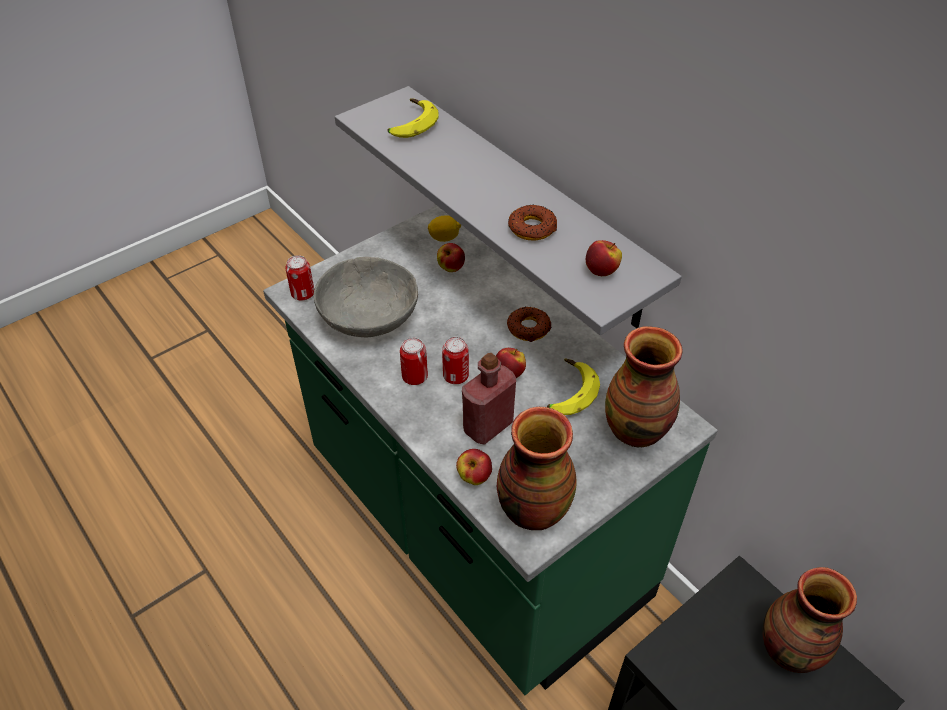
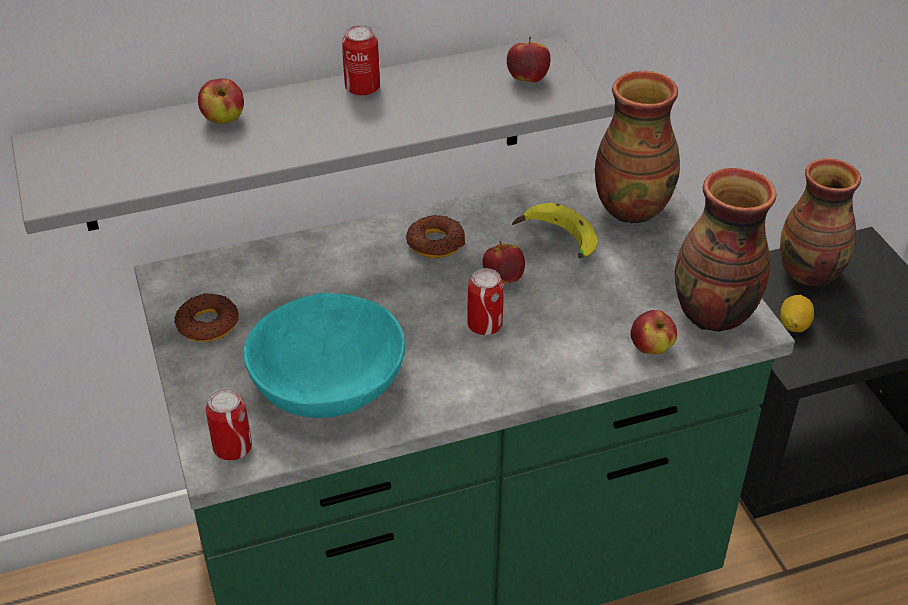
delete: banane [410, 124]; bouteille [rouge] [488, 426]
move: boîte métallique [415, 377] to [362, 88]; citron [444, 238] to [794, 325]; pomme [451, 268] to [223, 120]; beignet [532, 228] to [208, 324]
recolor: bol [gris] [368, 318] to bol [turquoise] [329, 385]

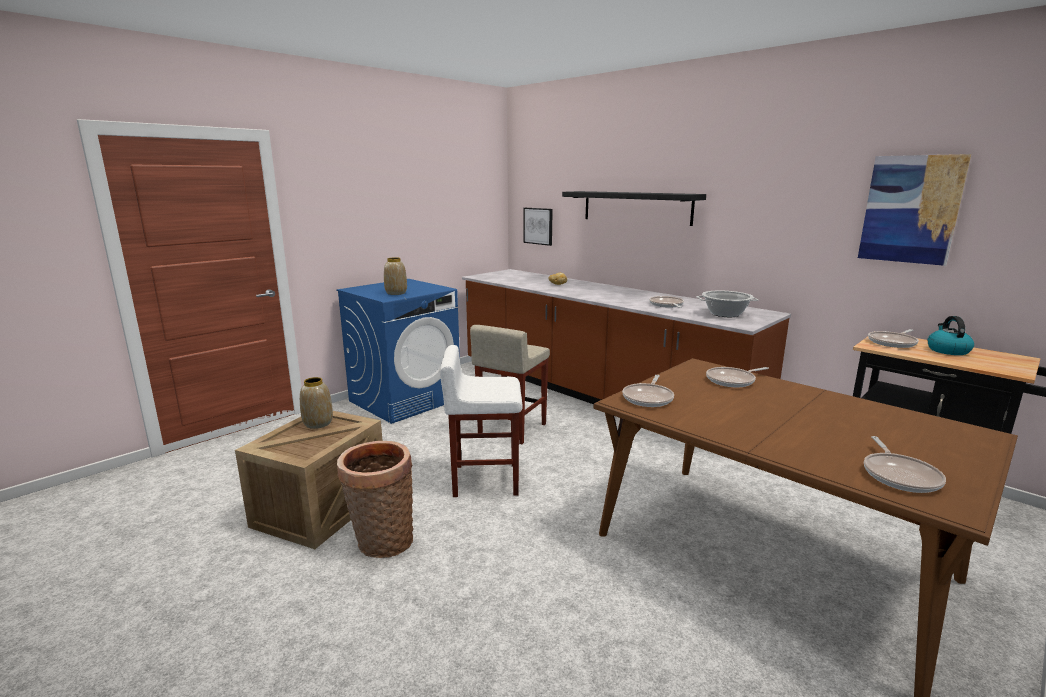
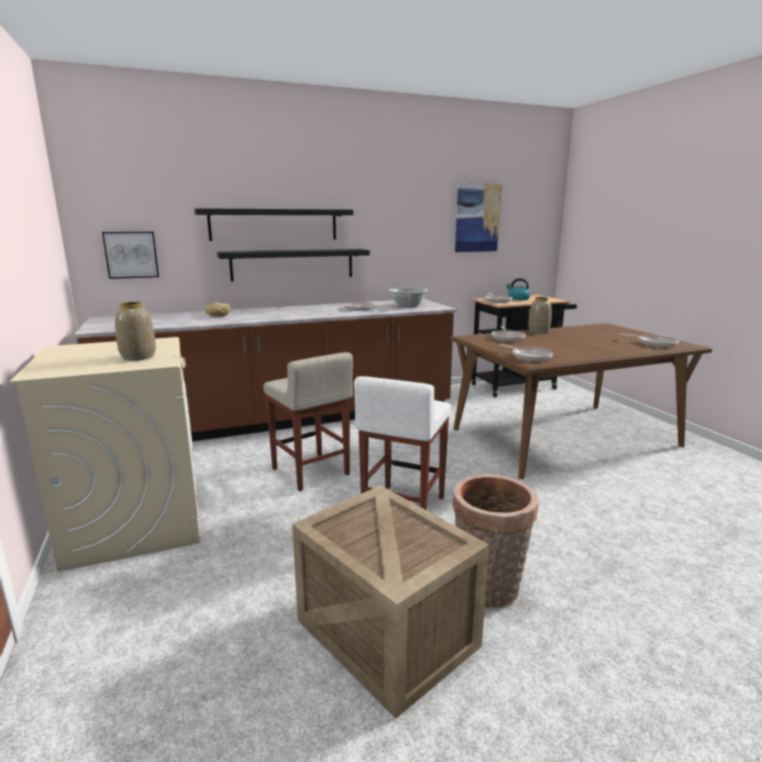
insert: étagère [noir] [293, 264]
move: vase [318, 423] to [538, 331]
recolor: lave-linge [bleu] [405, 400] to lave-linge [beige] [136, 520]

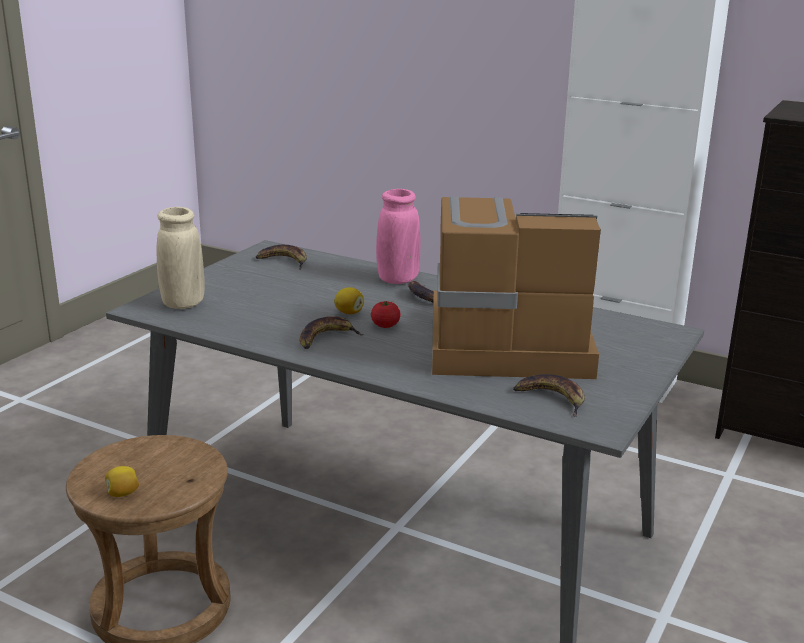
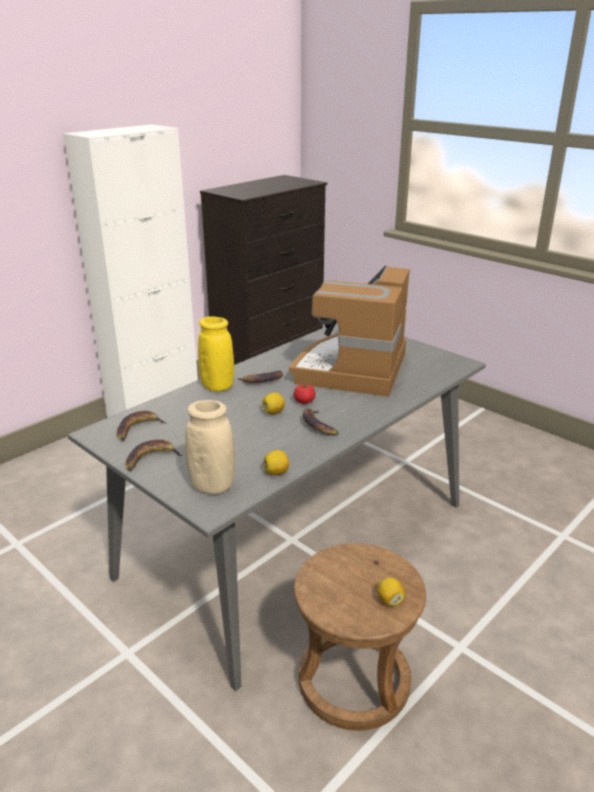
insert: citron [276, 472]
move: banane [552, 398] to [151, 458]
recolor: vase [rose] [398, 279] to vase [jaune] [217, 386]

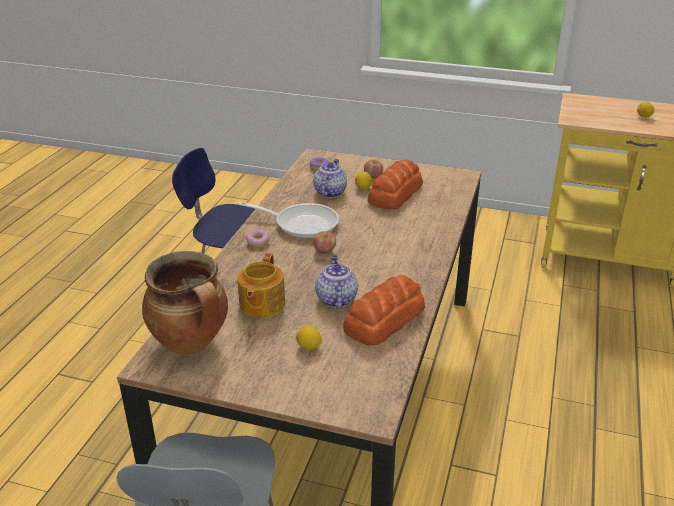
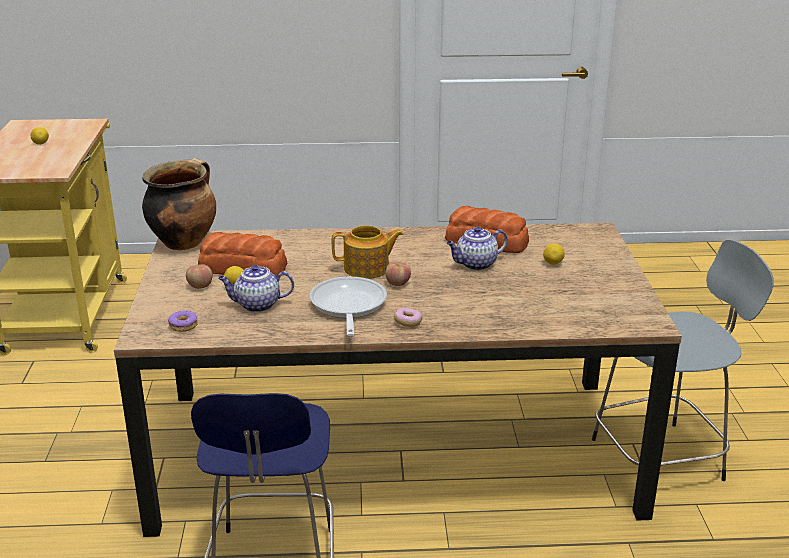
move: marmite [192, 343] to [184, 241]; théière [261, 305] to [367, 268]

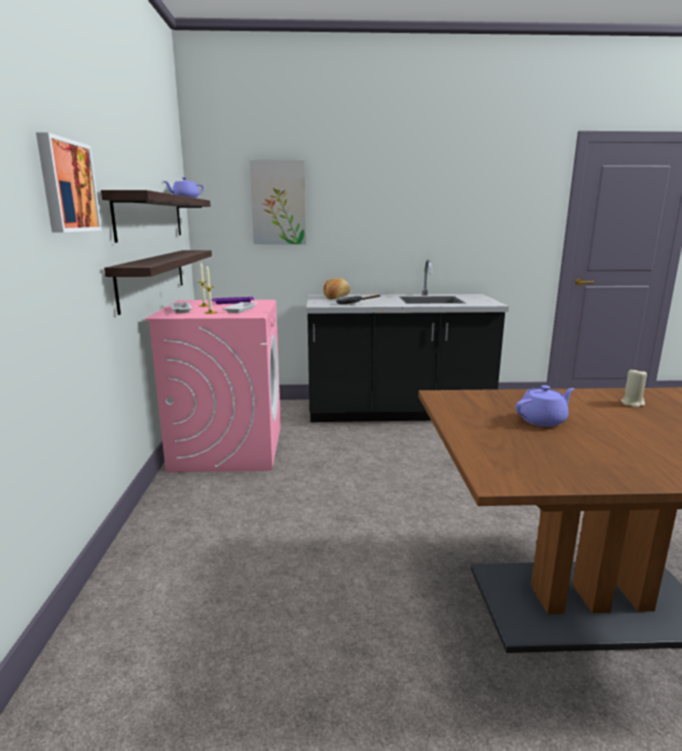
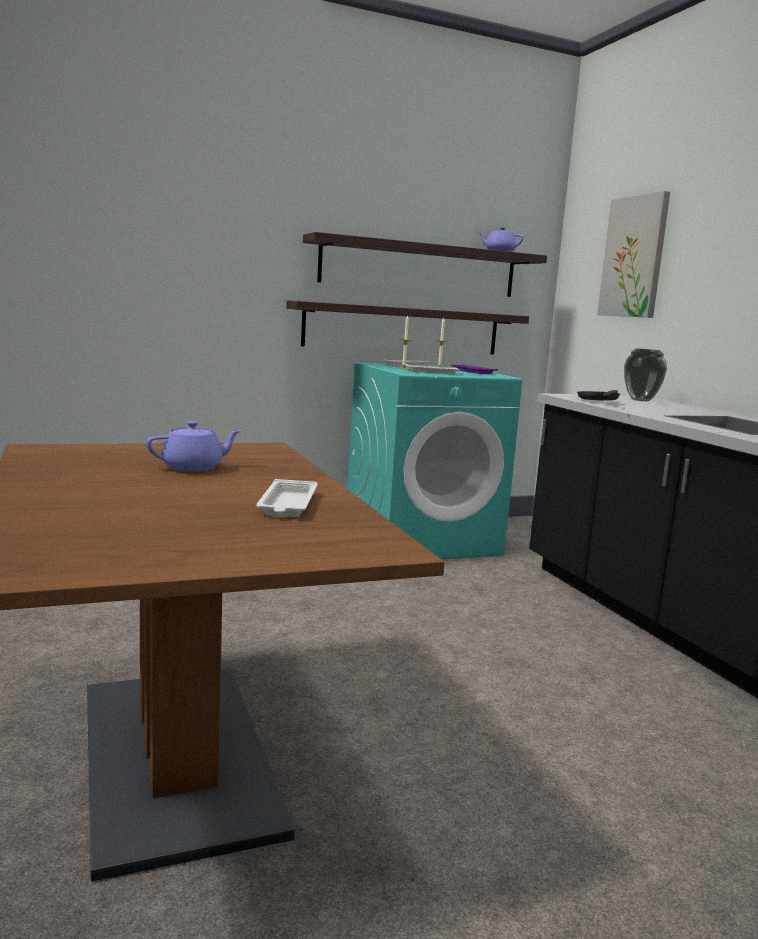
delete: tableau [66, 186]
replace: pain [337, 297] to vase [640, 400]; bougie [beige] [632, 403] to plateau [blanc] [287, 504]
recolor: lave-linge [rose] [228, 447] to lave-linge [turquoise] [422, 540]
rotate: théière [violet] [542, 420] = [194, 467] 75 degrees counterclockwise

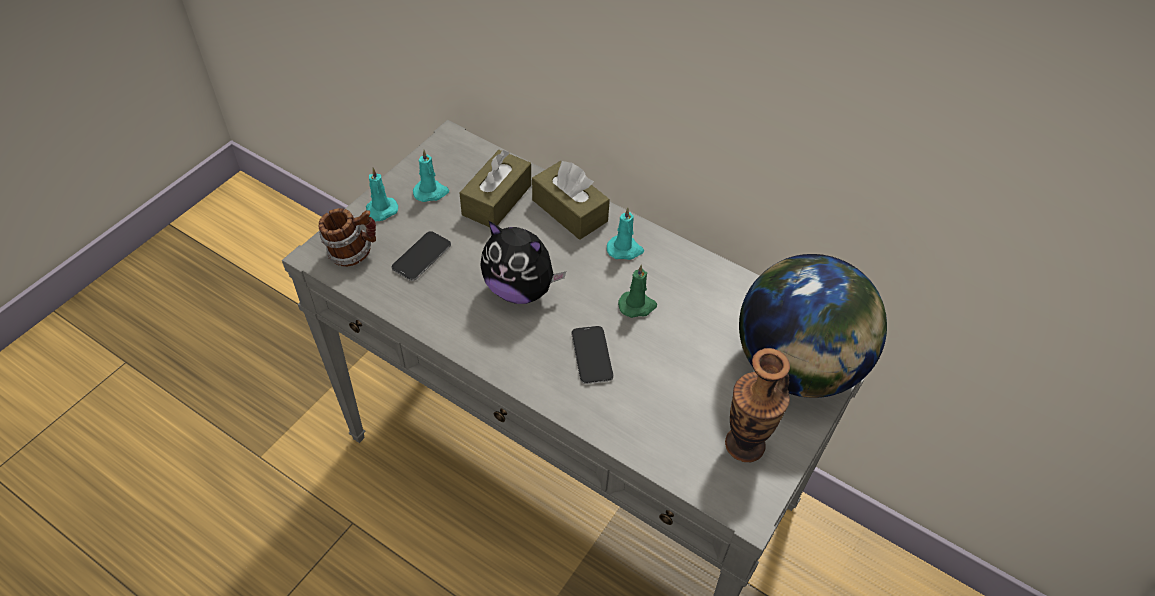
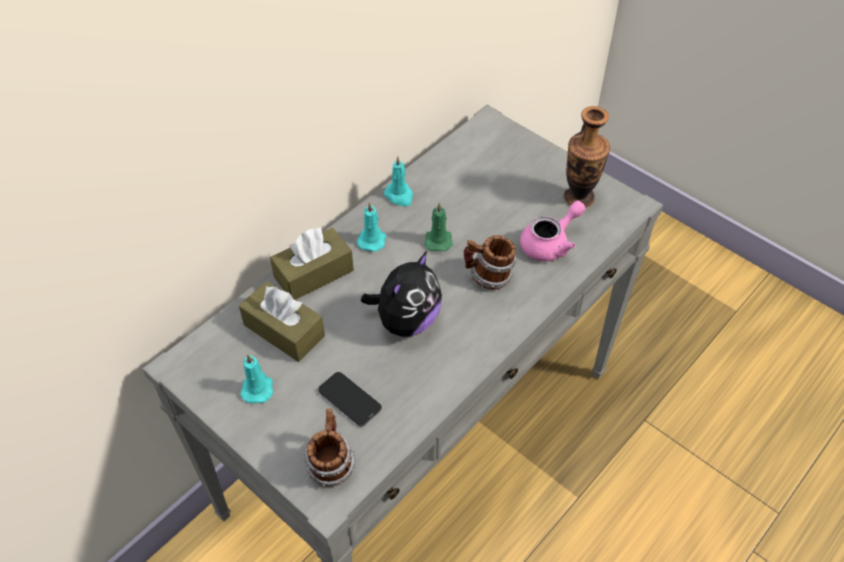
delete: globe [797, 367]
insert: théière [rose] [550, 244]
move: bougie [turquoise] [380, 211] to [399, 196]
replace: téléphone [592, 355] to mug [488, 277]

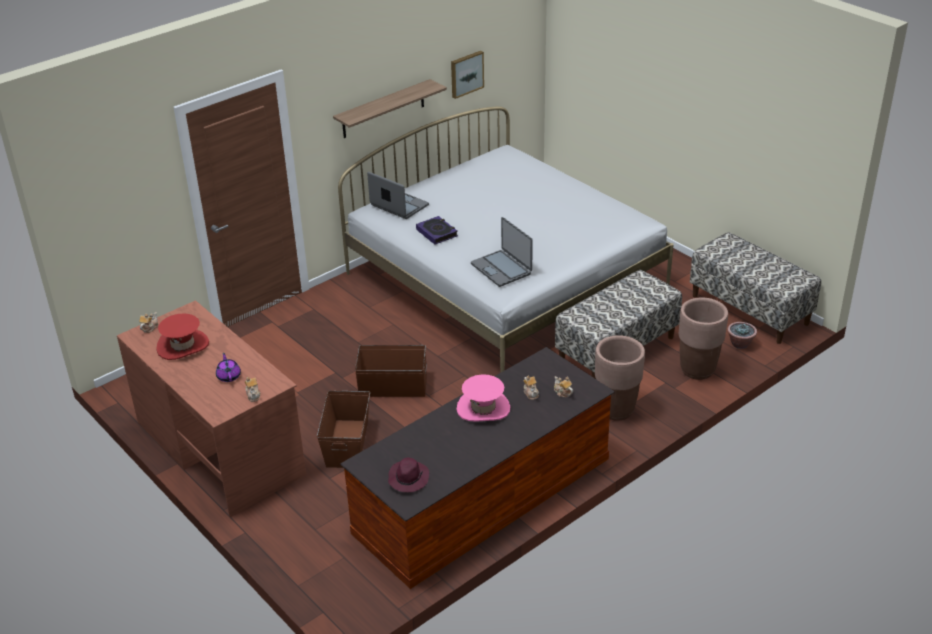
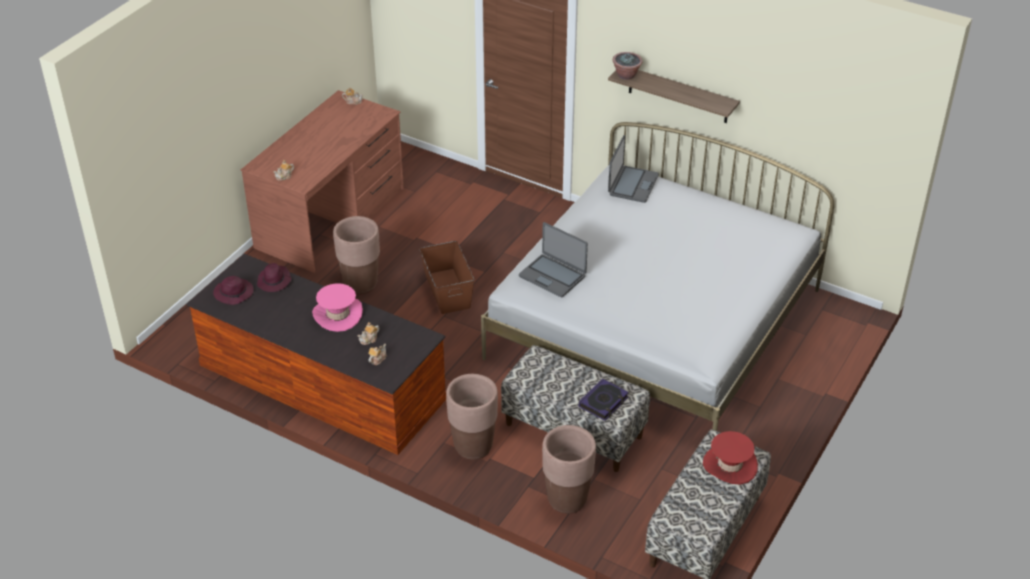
delete: théière [violet] [229, 376]; tableau [466, 73]
insert: chapeau [violet] [274, 281]
move: chapeau [rouge] [183, 346] to [730, 465]; livre [437, 233] to [603, 402]; plante en pot [740, 344] to [626, 75]
replace: boîte de rangement [marron] [347, 443] to cache-pot [marron] [361, 285]
rotate: ordinateur portable [501, 269] = [552, 276] 90 degrees counterclockwise

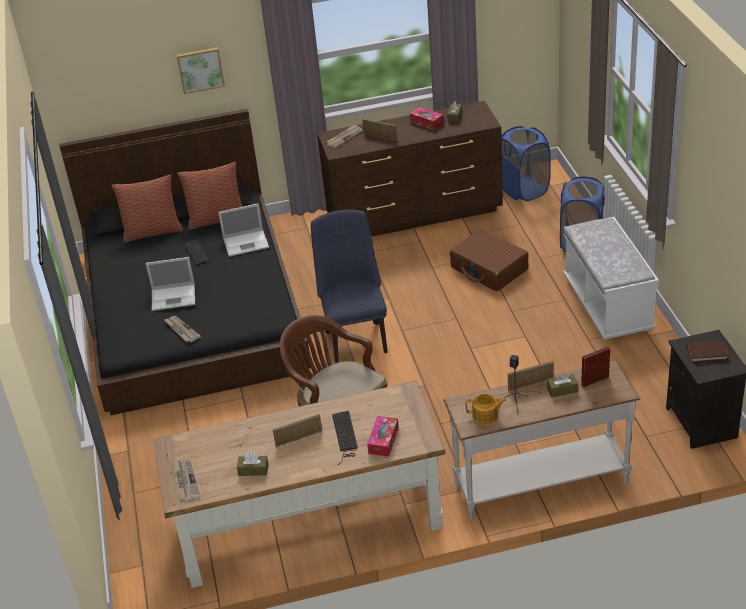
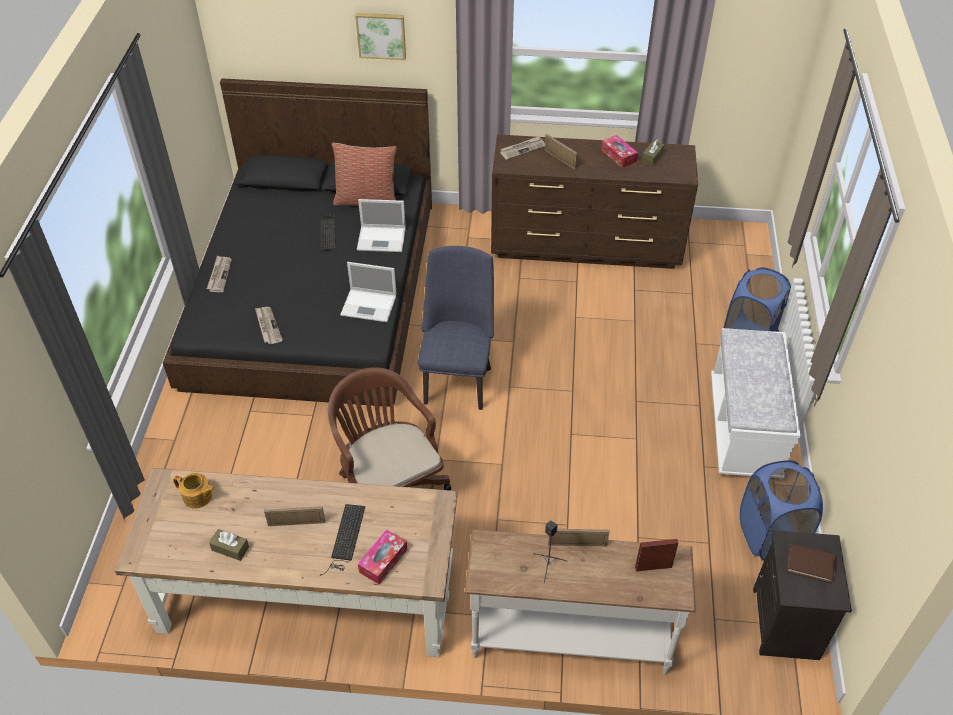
delete: coussin [152, 231]; valise [marron] [489, 269]; boîte à mouchoirs [marron] [562, 390]
move: ordinateur portable [174, 297] to [370, 305]; journal [185, 481] to [219, 275]; théière [485, 416] to [198, 497]; panier à linge [bleu] [524, 190] to [770, 536]

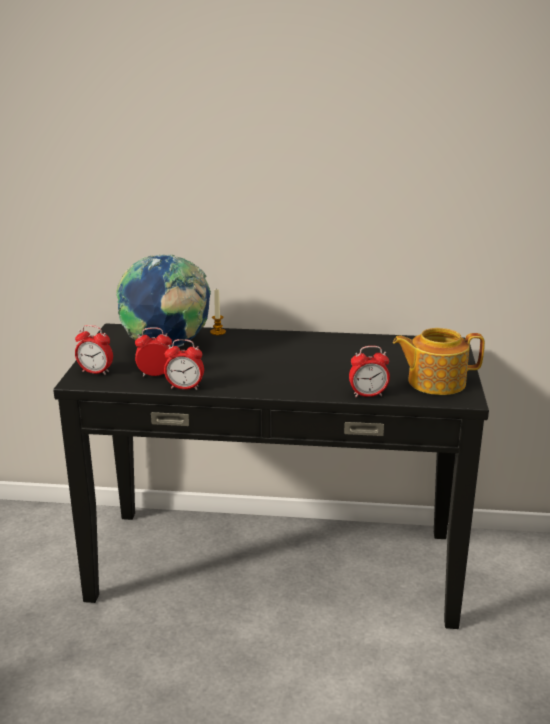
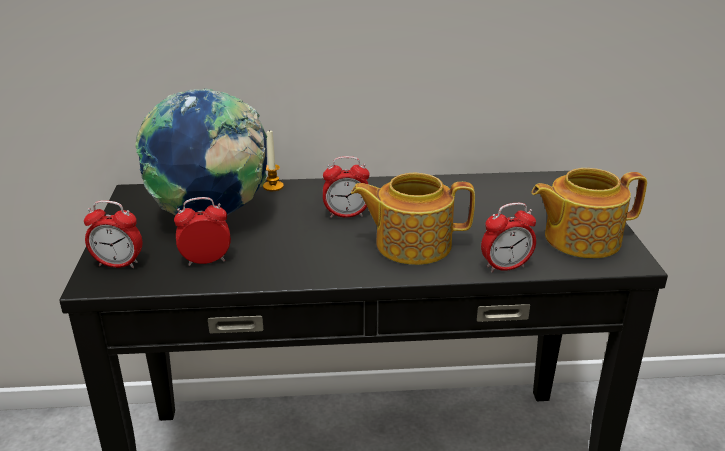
insert: théière [411, 244]
move: réveil [185, 387] to [346, 215]

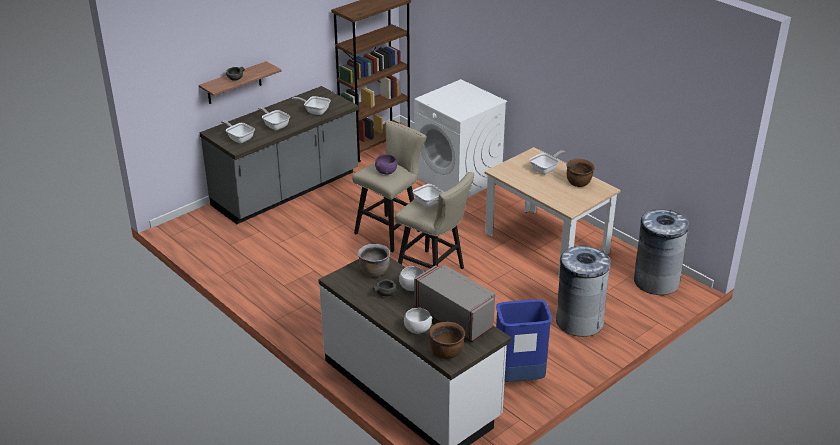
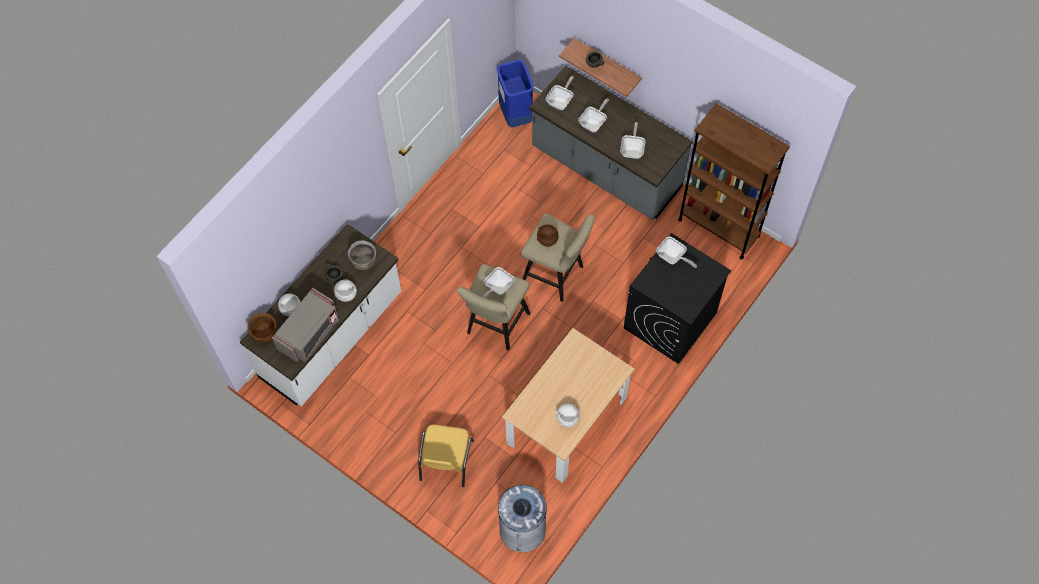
move: poubelle [bleu] [519, 378] to [515, 115]; poêle [546, 169] to [672, 257]
replace: poubelle [gris] [579, 321] to chaise [jaune] [445, 461]; marmite [marron] [579, 183] to bol [blanc] [568, 419]
recolor: bol [violet] [386, 172] to bol [marron] [547, 240]; lave-linge [blanc] [458, 179] to lave-linge [noir] [670, 321]

